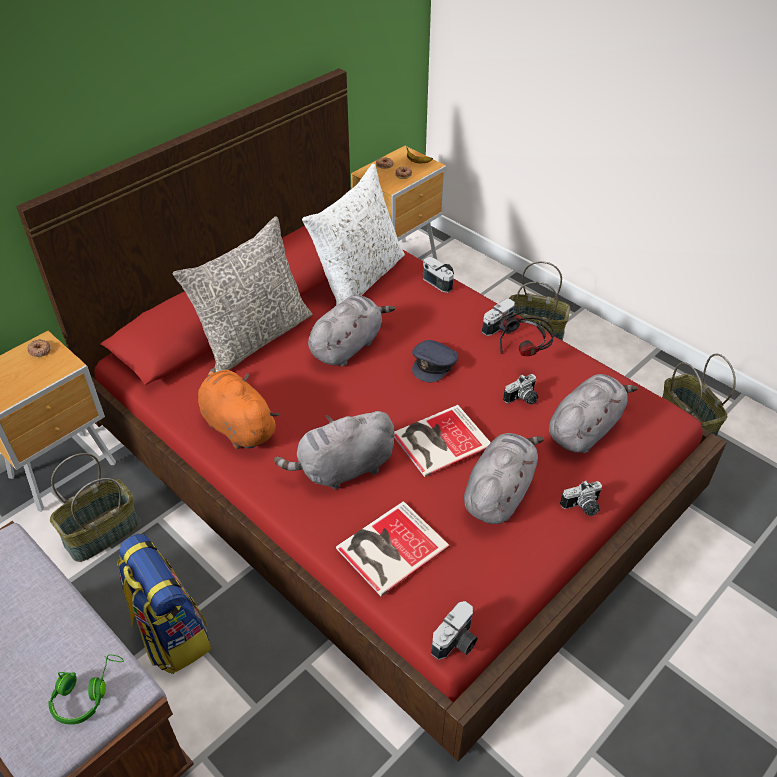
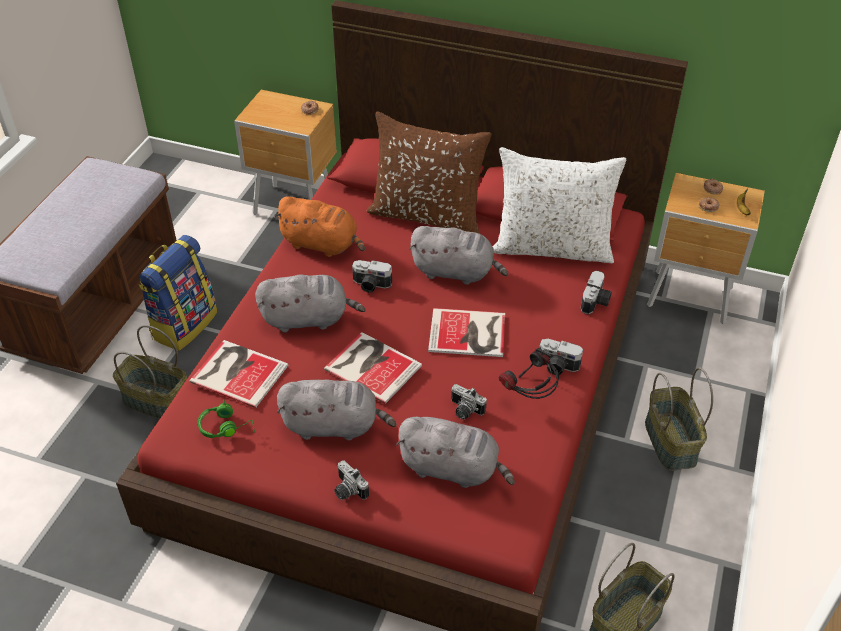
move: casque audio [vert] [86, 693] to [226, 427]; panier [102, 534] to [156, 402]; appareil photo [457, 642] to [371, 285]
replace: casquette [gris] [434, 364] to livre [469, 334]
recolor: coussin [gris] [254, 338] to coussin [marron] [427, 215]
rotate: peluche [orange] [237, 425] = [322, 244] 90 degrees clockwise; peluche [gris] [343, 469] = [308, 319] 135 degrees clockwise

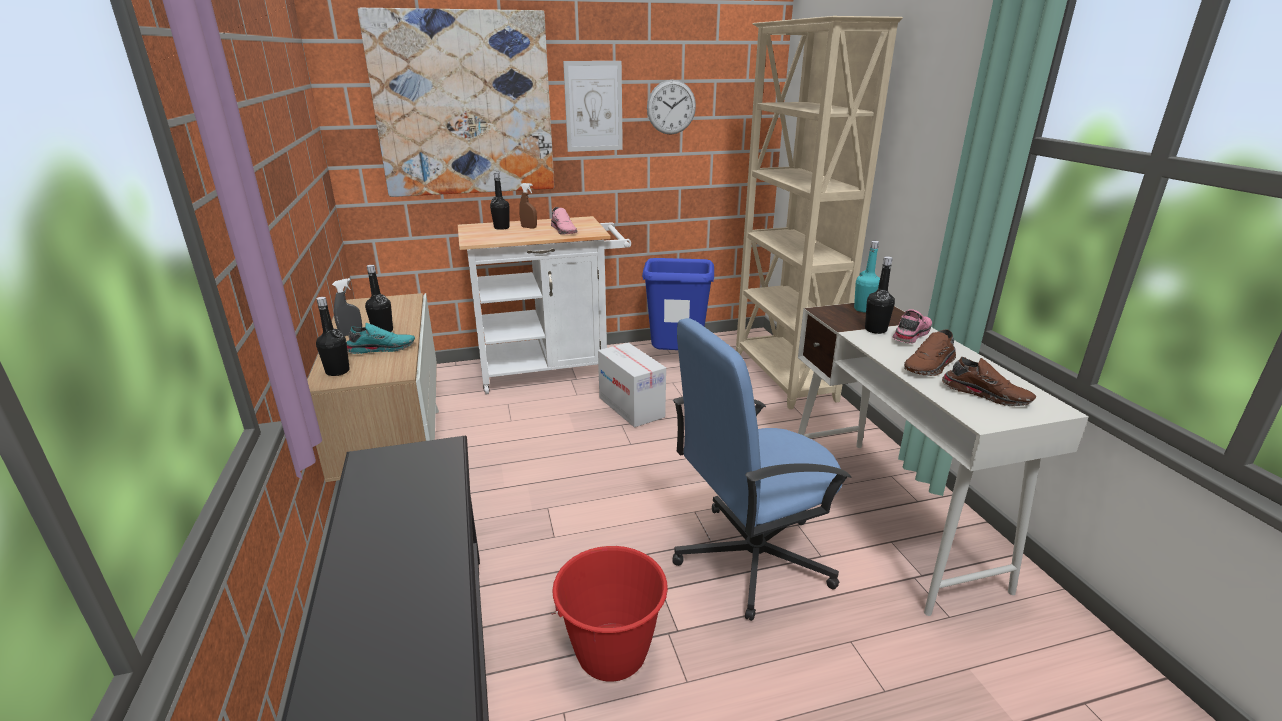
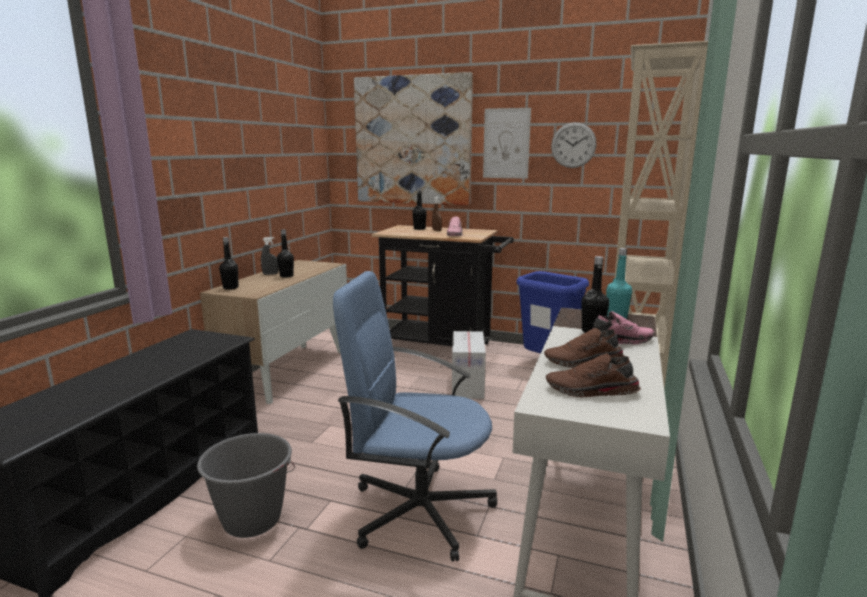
delete: chaussure [turquoise] [381, 348]
recolor: chariot [blanc] [551, 369] to chariot [noir] [443, 347]; seau [rouge] [612, 653] to seau [gris] [252, 520]
rotate: chaussure [marron] [986, 394] = [591, 391] 120 degrees clockwise

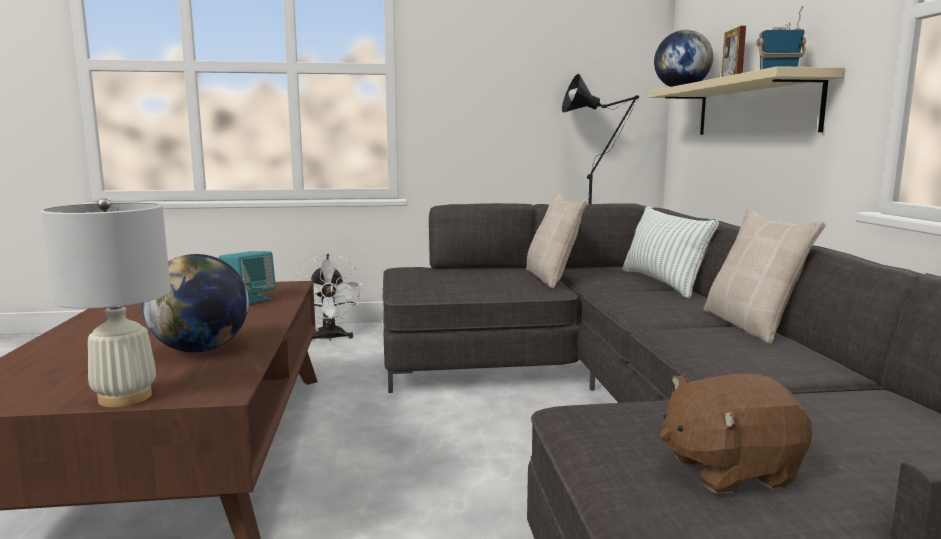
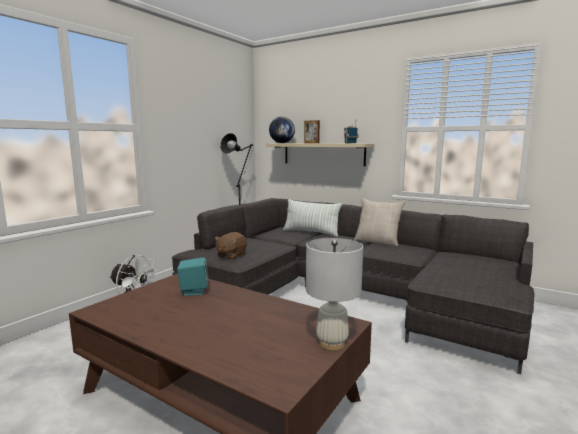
delete: globe [201, 349]; coussin [beige] [552, 278]
move: peluche [marron] [728, 469] to [231, 255]

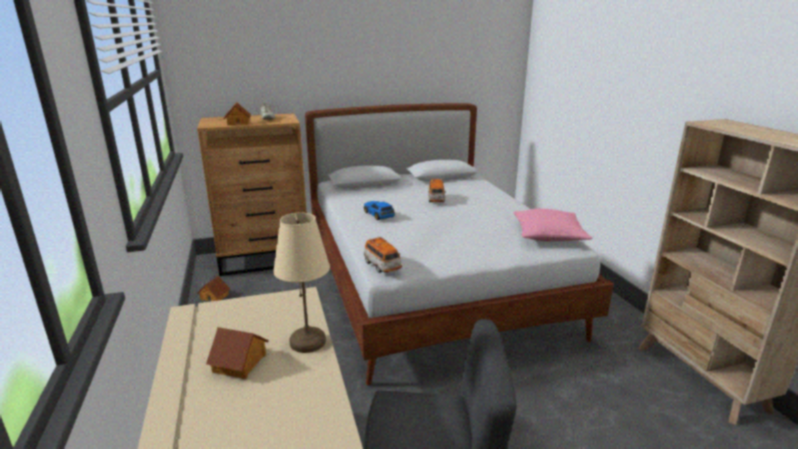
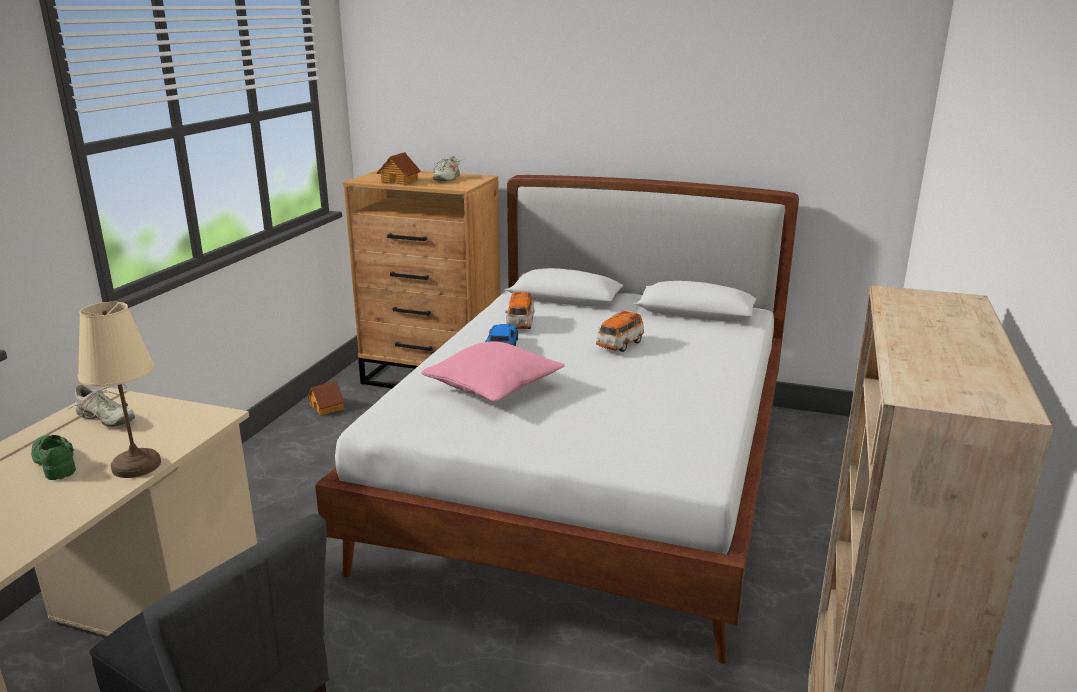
insert: chaussure [beige] [105, 419]
move: petite voiture [382, 266] to [520, 324]; coussin [rose] [548, 235] to [493, 386]
replace: maison miniature [240, 363] to chaussure [vert] [56, 462]

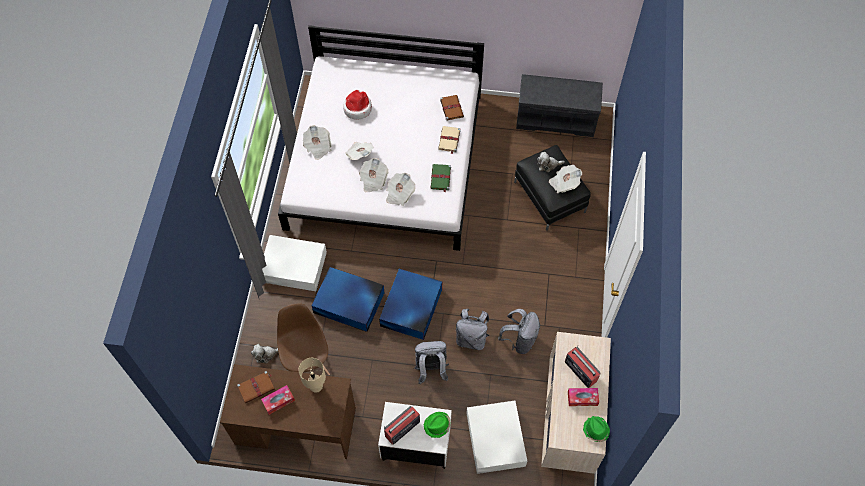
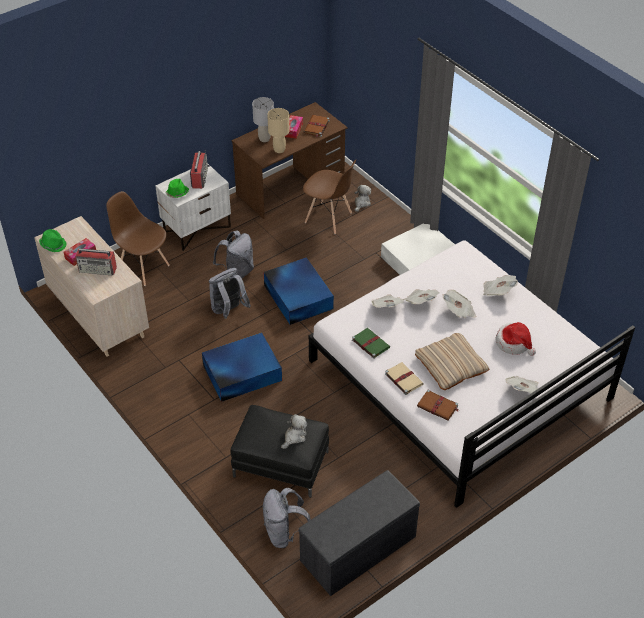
insert: lampe de table [gris] [264, 139]; coussin [beige] [451, 365]
move: boîte de rangement [bleu] [349, 303] to [241, 373]; sac à dos [gris] [519, 340] to [285, 533]; journal [564, 183] to [523, 391]
replace: boîte de rangement [blanc] [495, 440] to chaise [marron] [143, 267]

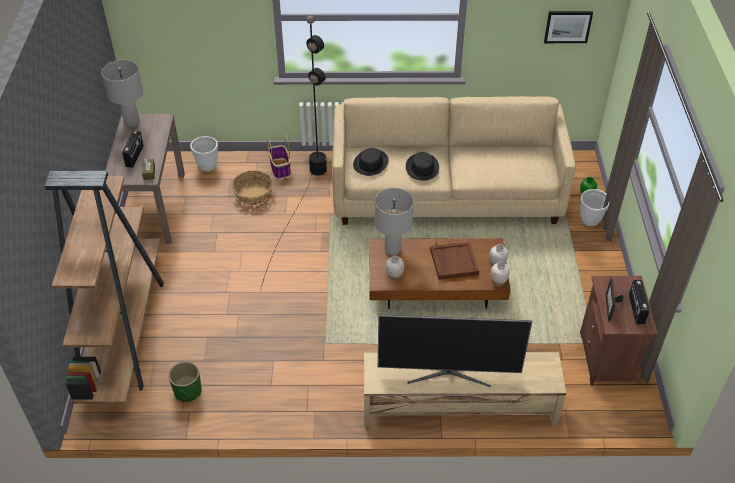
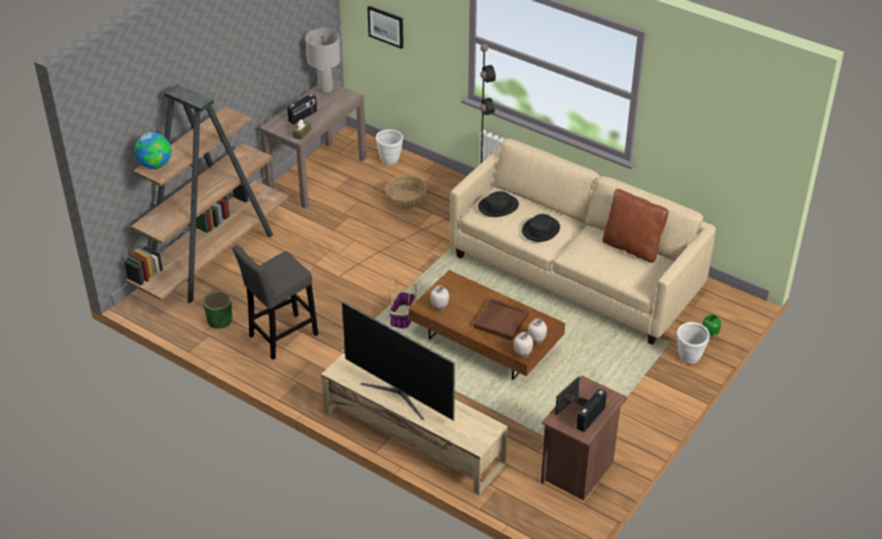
delete: lampe de table [gris] [393, 249]
insert: globe [155, 164]; tabouret [gris] [280, 337]; coussin [marron] [632, 247]
move: panier [280, 168] to [403, 318]; tableau [567, 26] to [386, 26]

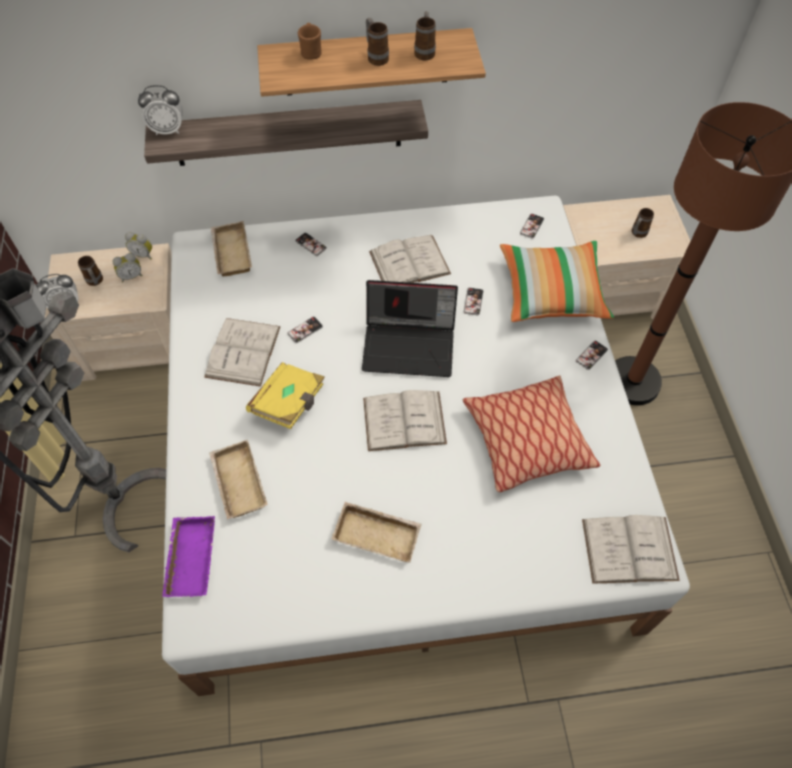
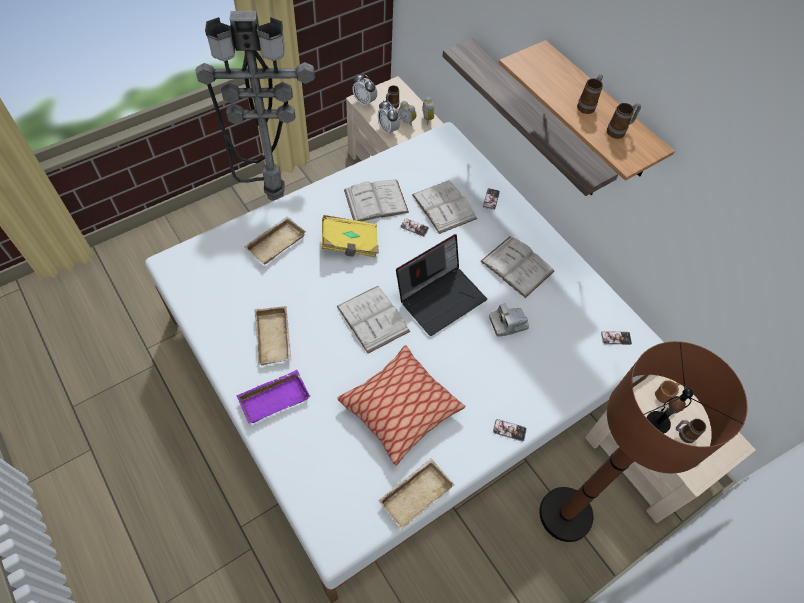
delete: coussin [552, 291]
move: réveil [168, 130] to [388, 129]; plateau [violet] [189, 558] to [274, 397]; plateau [beige] [230, 252] to [415, 493]; mug [marron] [311, 52] to [664, 394]; livre [blanc] [629, 549] to [444, 206]
replace: téléphone [473, 302] to appareil photo [508, 323]
rotate: ordinateur portable [410, 345] = [441, 297] 105 degrees counterclockwise

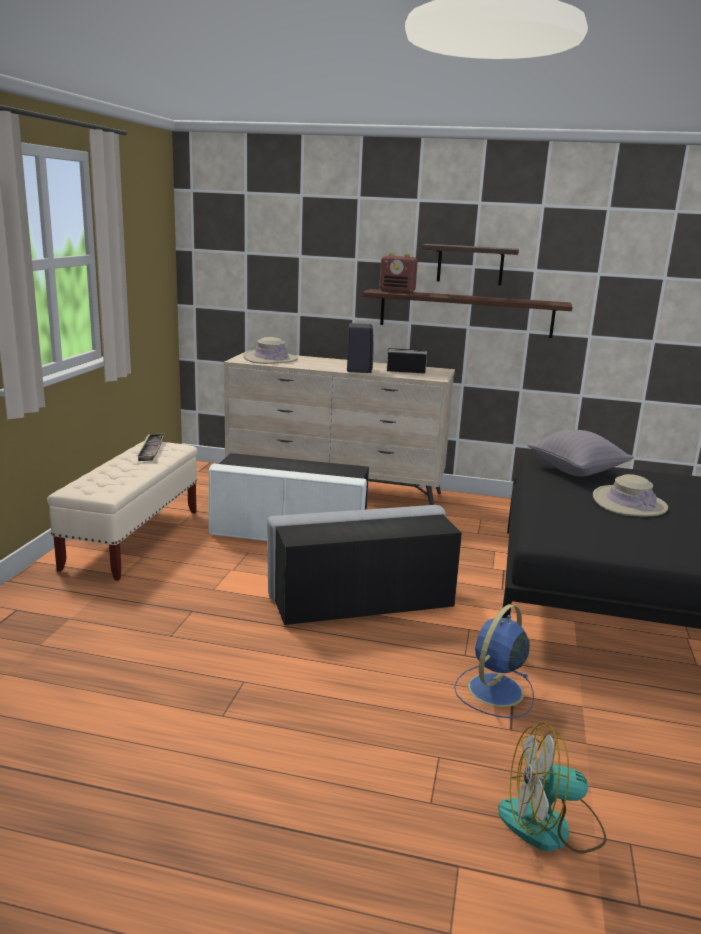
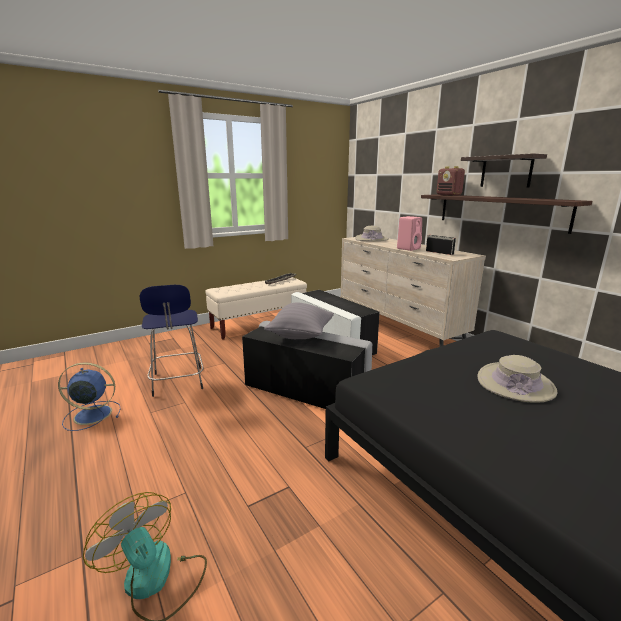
insert: tabouret [bleu] [178, 382]
move: ventilateur [bleu] [494, 691] to [91, 415]; coussin [gris] [576, 471] to [300, 336]
recolor: enceinte [noir] [358, 370] to enceinte [rose] [408, 248]

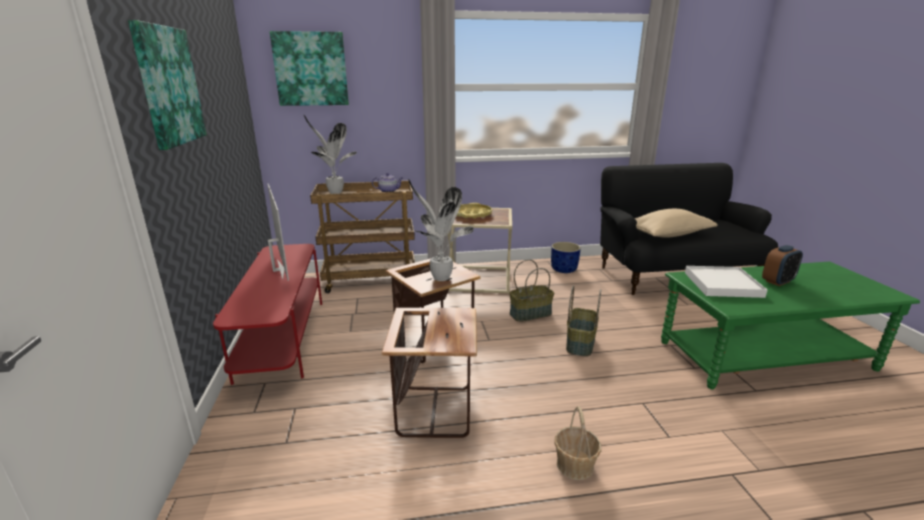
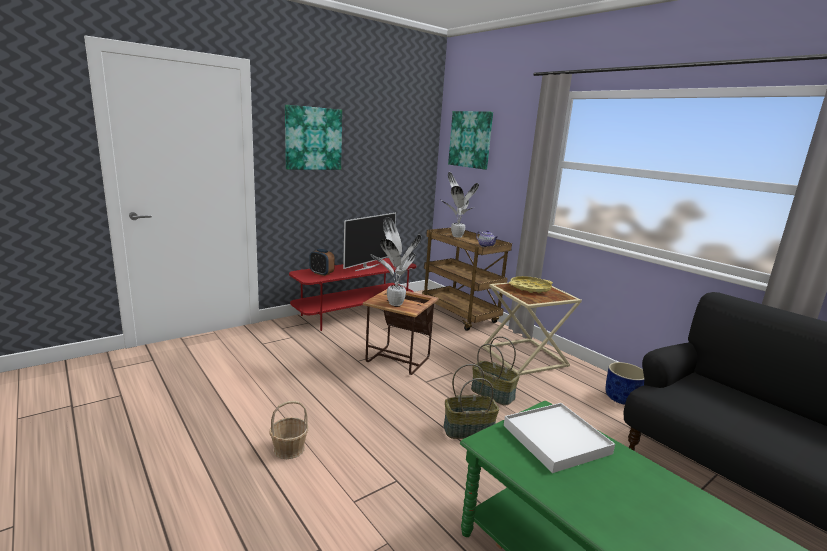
delete: table d'appoint [435, 410]; coussin [beige] [668, 235]
move: réveil [777, 281] to [321, 273]

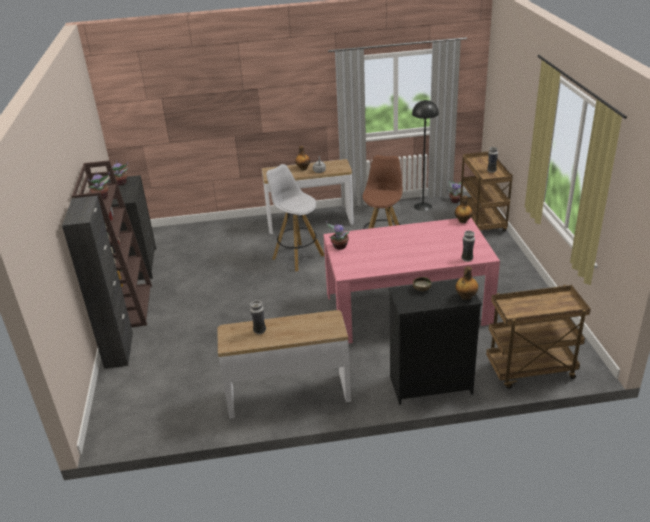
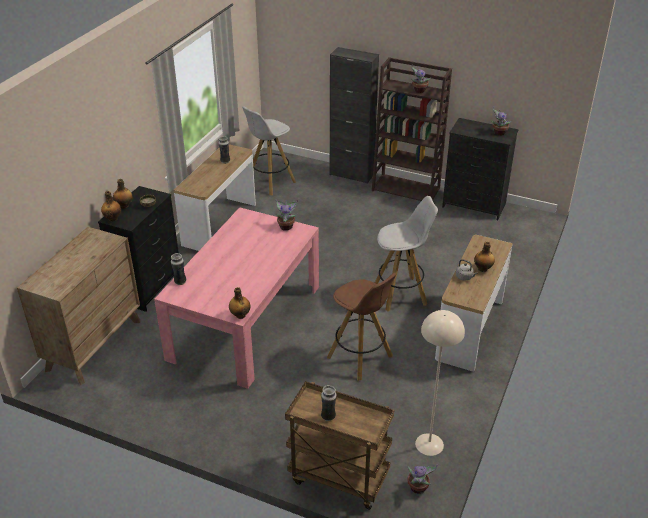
insert: bouteille [124, 206]; tabouret [blanc] [270, 182]
replace: chariot [marron] [530, 371] to commode [marron] [94, 345]
recolor: lampadaire [noir] [423, 206] to lampadaire [beige] [429, 444]

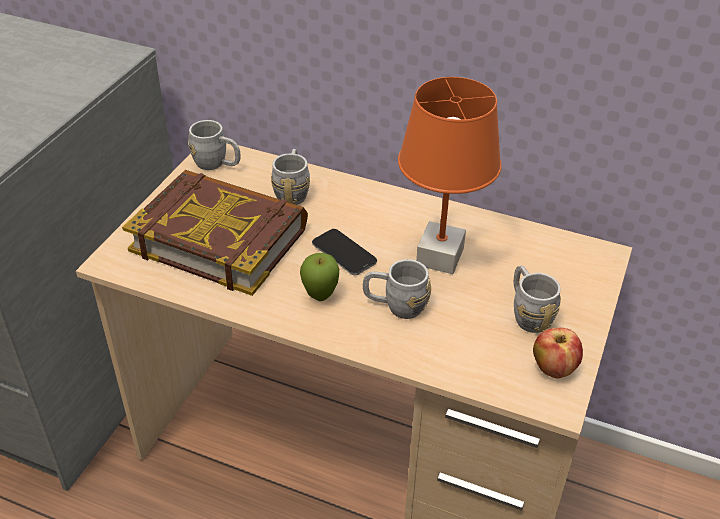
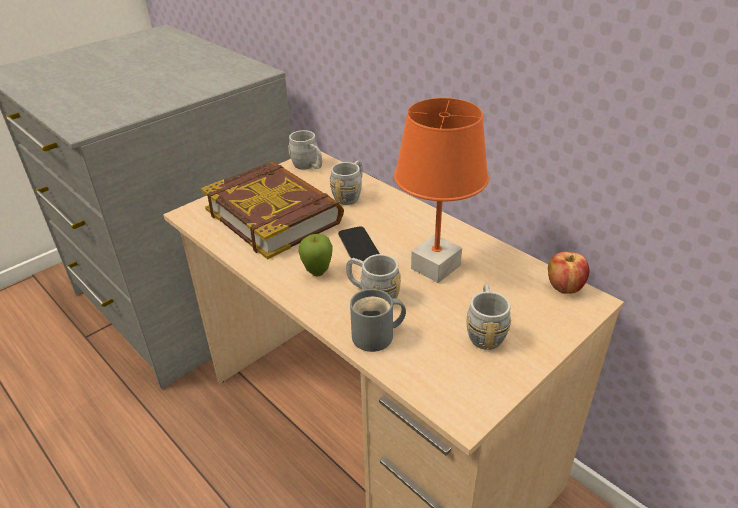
insert: mug [gris] [377, 336]
move: pomme [553, 368] to [564, 288]

